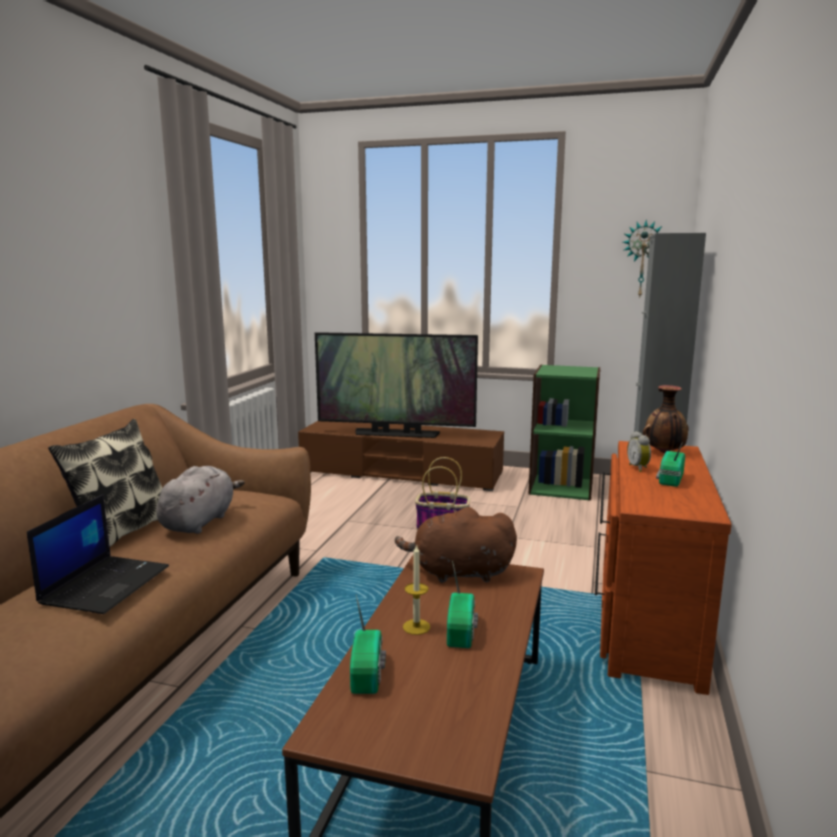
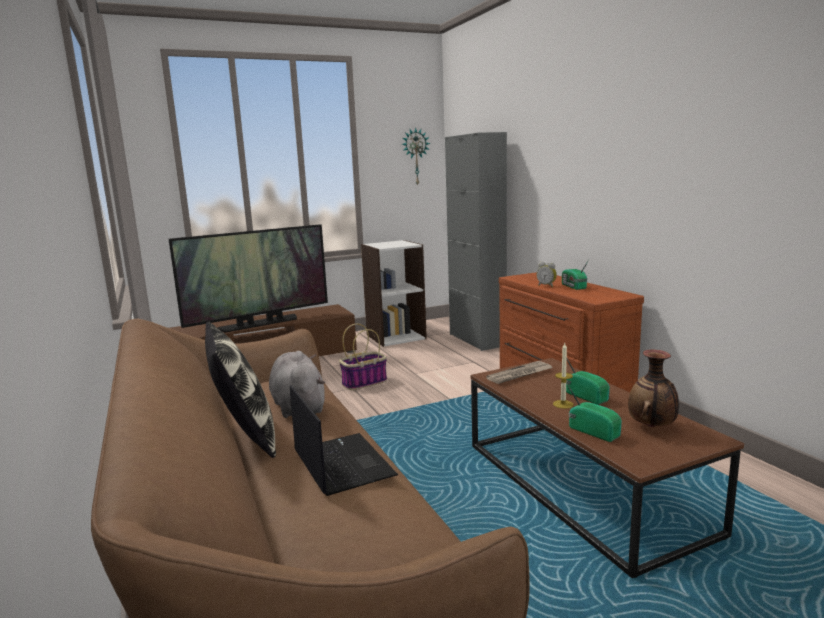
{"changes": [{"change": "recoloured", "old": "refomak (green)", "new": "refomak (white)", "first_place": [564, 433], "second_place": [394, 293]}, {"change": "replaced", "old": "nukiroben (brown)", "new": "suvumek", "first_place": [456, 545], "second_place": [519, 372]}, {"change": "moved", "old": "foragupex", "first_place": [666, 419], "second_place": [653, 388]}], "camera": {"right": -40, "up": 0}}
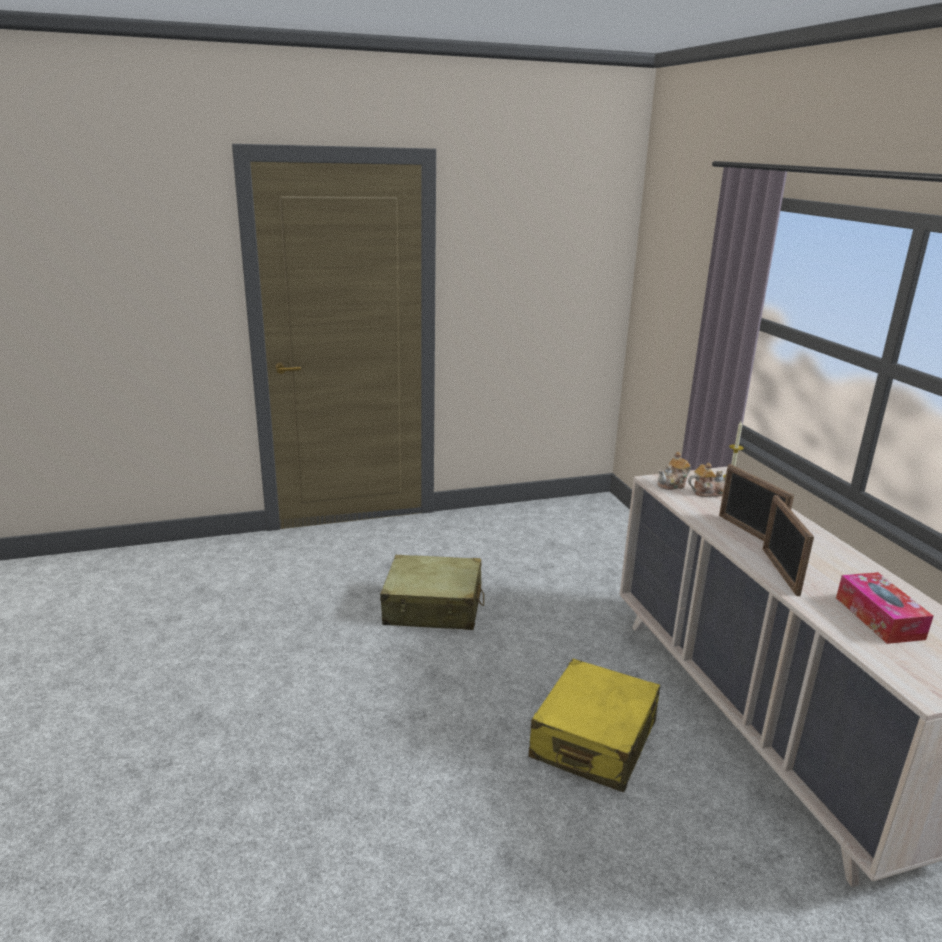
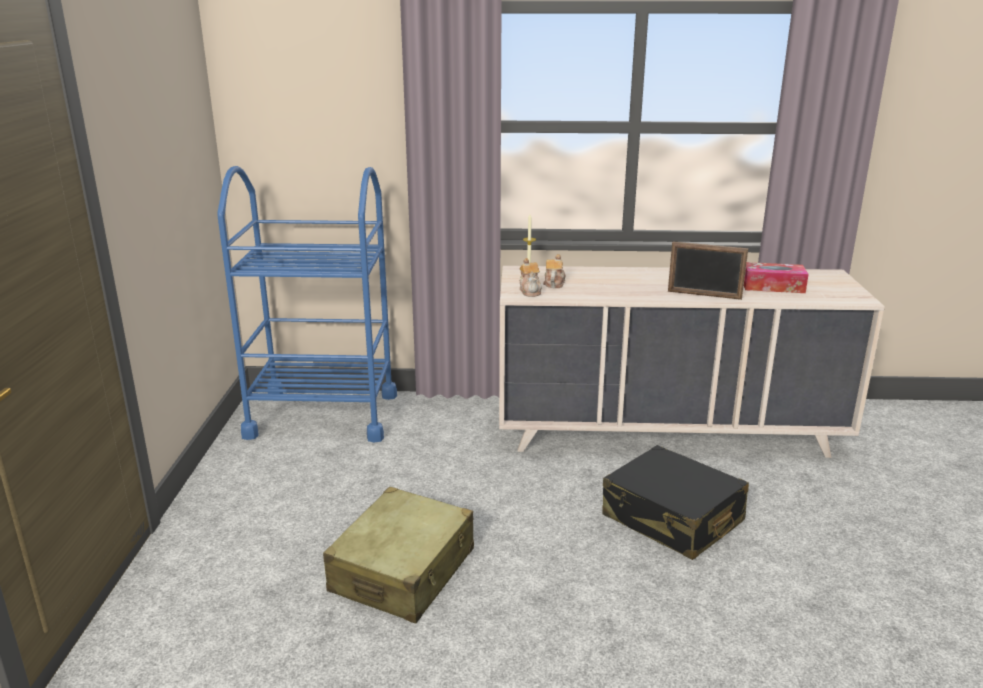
{"changes": [{"change": "added", "new": "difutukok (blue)", "second_place": [307, 304]}, {"change": "recoloured", "old": "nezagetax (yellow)", "new": "nezagetax (black)", "first_place": [594, 725], "second_place": [675, 502]}, {"change": "removed", "old": "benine", "first_place": [756, 502]}], "camera": {"right": -70, "up": 0}}
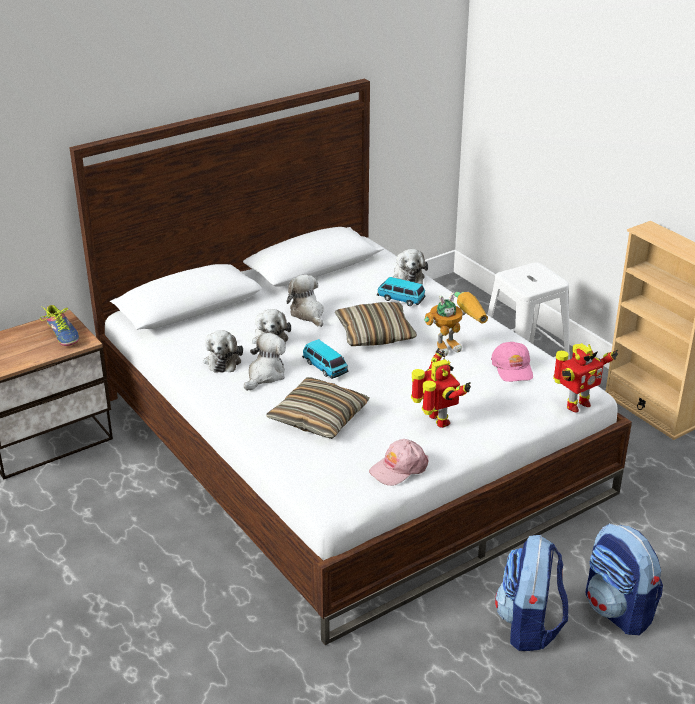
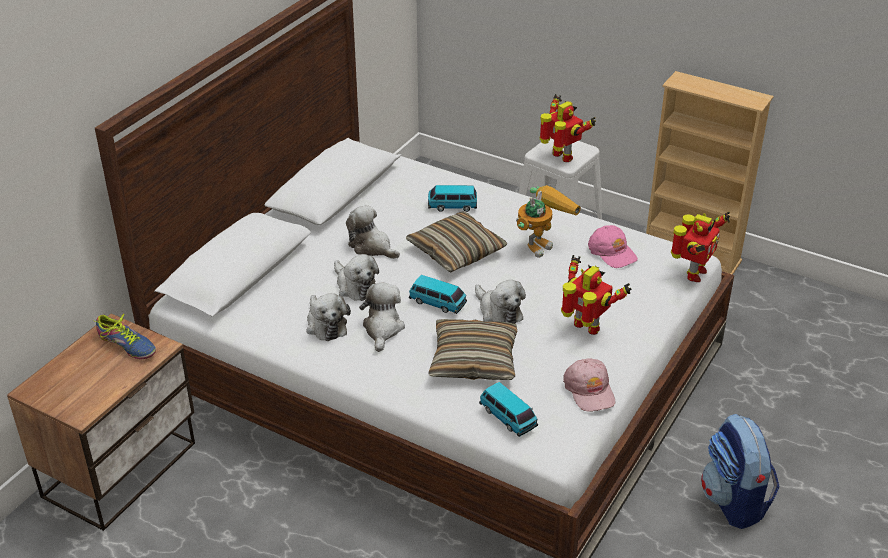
{"changes": [{"change": "moved", "old": "nukiroben", "first_place": [410, 266], "second_place": [500, 302]}, {"change": "added", "new": "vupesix", "second_place": [508, 409]}, {"change": "added", "new": "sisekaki", "second_place": [568, 128]}, {"change": "turned", "old": "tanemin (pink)", "first_place": [398, 462], "second_place": [589, 385], "degrees": -45}, {"change": "removed", "old": "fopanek", "first_place": [624, 579]}], "camera": {"right": -25, "up": 5}}
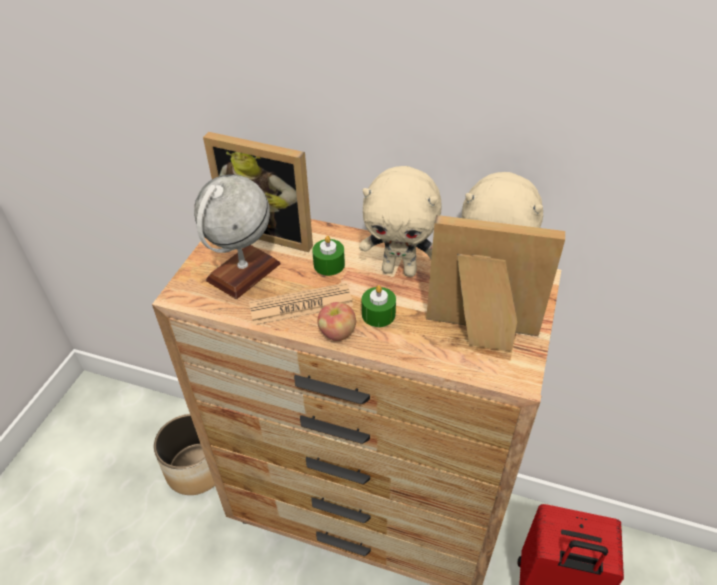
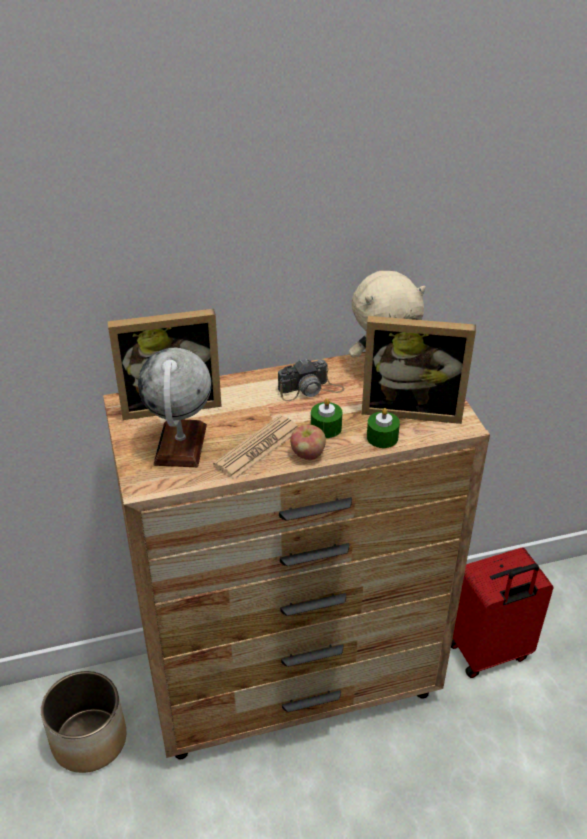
{"changes": [{"change": "replaced", "old": "nukiroben (beige)", "new": "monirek", "first_place": [400, 221], "second_place": [311, 379]}, {"change": "turned", "old": "benine", "first_place": [495, 283], "second_place": [419, 370], "degrees": -150}, {"change": "moved", "old": "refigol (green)", "first_place": [328, 256], "second_place": [383, 428]}], "camera": {"right": -35, "up": -5}}
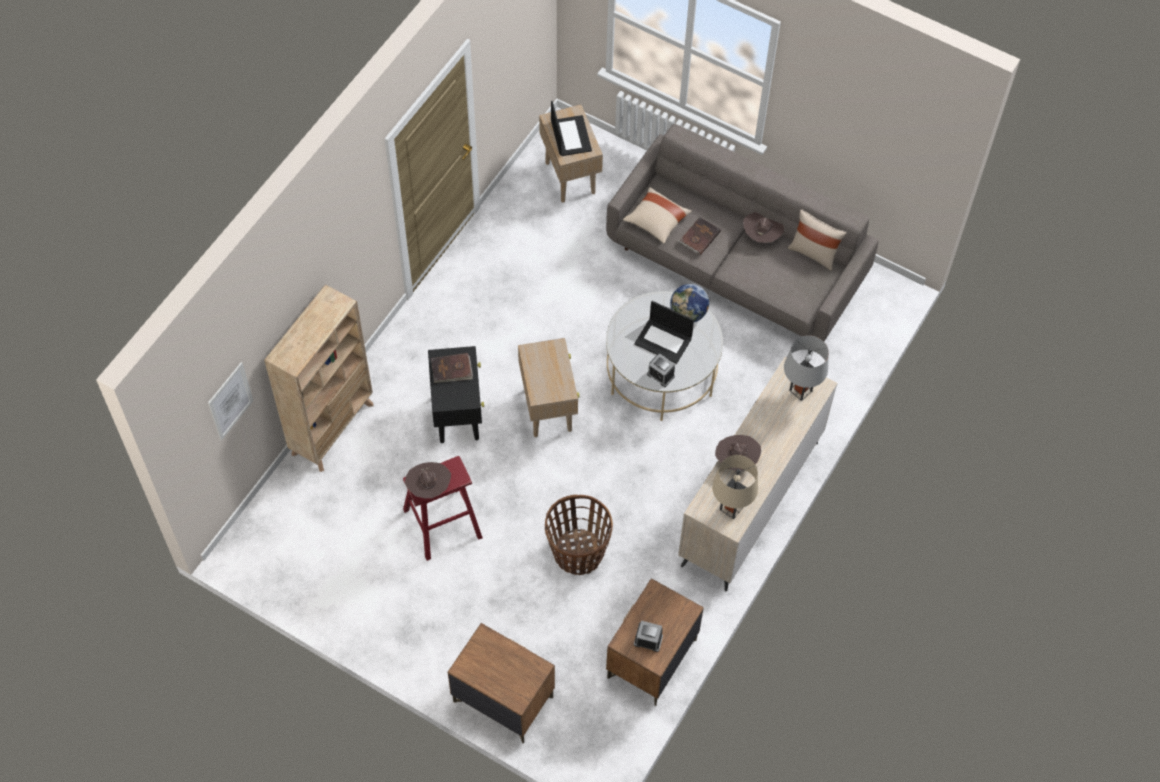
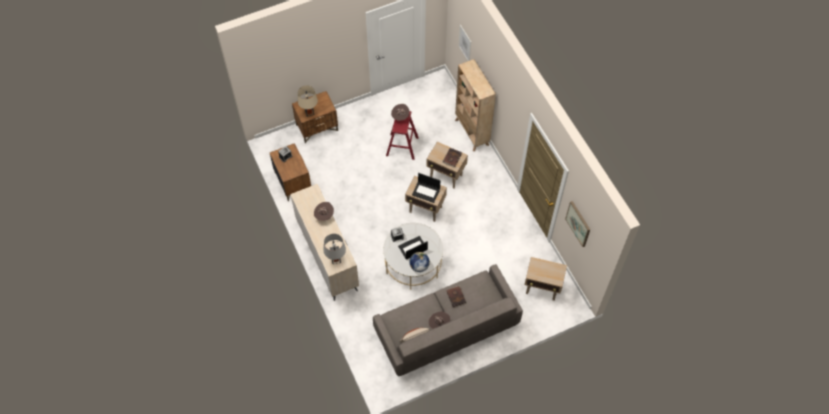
{"changes": [{"change": "moved", "old": "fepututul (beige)", "first_place": [735, 487], "second_place": [308, 101]}, {"change": "moved", "old": "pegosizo", "first_place": [571, 128], "second_place": [426, 188]}, {"change": "recoloured", "old": "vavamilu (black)", "new": "vavamilu (beige)", "first_place": [456, 394], "second_place": [447, 165]}, {"change": "added", "new": "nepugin", "second_place": [577, 224]}, {"change": "removed", "old": "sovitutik", "first_place": [579, 535]}, {"change": "removed", "old": "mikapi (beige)", "first_place": [657, 215]}], "camera": {"right": 125, "up": 0}}
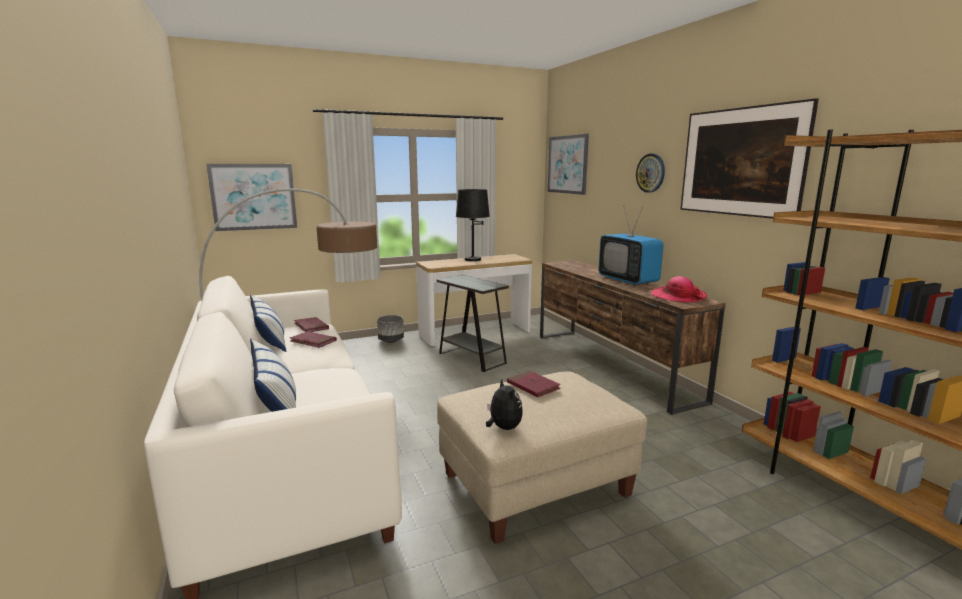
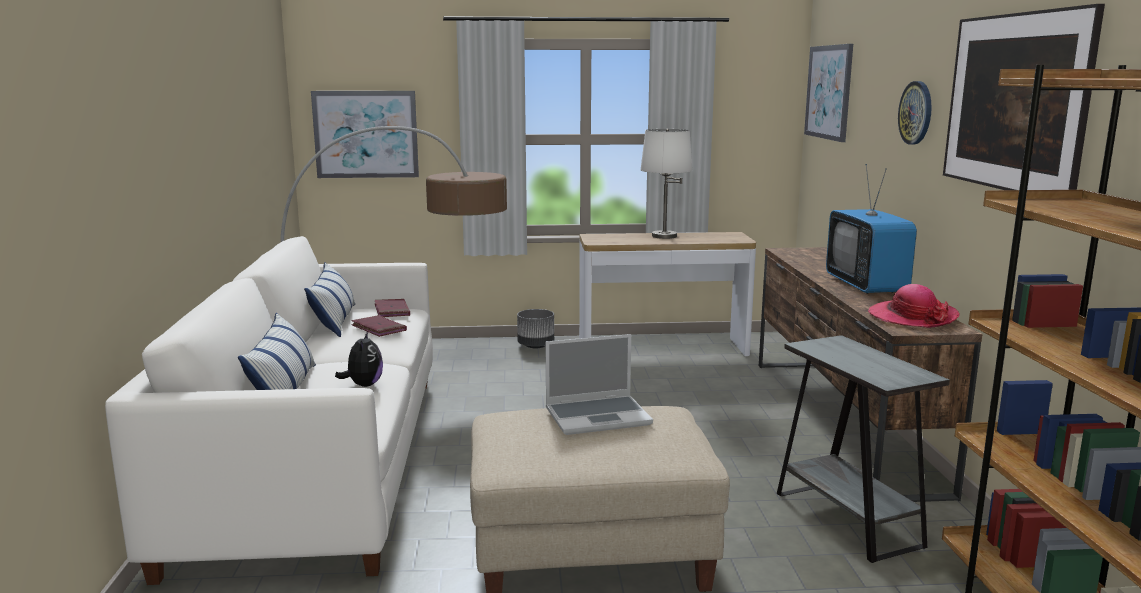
{"changes": [{"change": "moved", "old": "nukiroben", "first_place": [504, 404], "second_place": [359, 359]}, {"change": "replaced", "old": "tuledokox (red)", "new": "pegosizo", "first_place": [534, 384], "second_place": [599, 384]}, {"change": "recoloured", "old": "fepututul (black)", "new": "fepututul (white)", "first_place": [473, 225], "second_place": [666, 184]}, {"change": "moved", "old": "vavamilu (grey)", "first_place": [473, 323], "second_place": [863, 449]}], "camera": {"right": 20, "up": 0}}
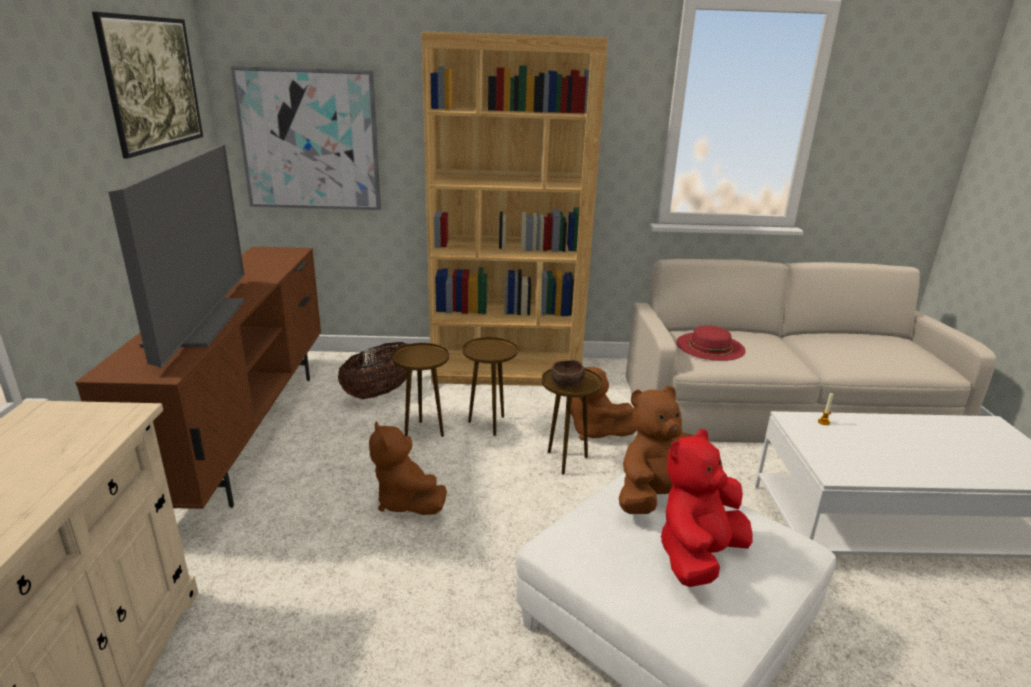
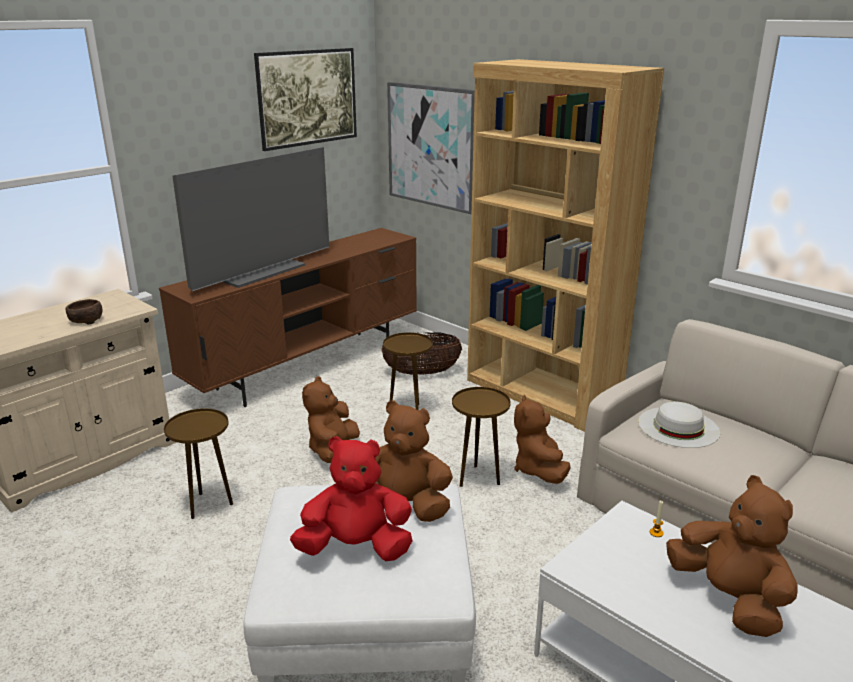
{"changes": [{"change": "moved", "old": "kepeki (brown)", "first_place": [568, 374], "second_place": [83, 311]}, {"change": "moved", "old": "vavamilu (brown)", "first_place": [490, 386], "second_place": [198, 463]}, {"change": "recoloured", "old": "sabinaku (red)", "new": "sabinaku (white)", "first_place": [711, 343], "second_place": [679, 425]}, {"change": "added", "new": "nukiroben (brown)", "second_place": [731, 556]}], "camera": {"right": 45, "up": 0}}
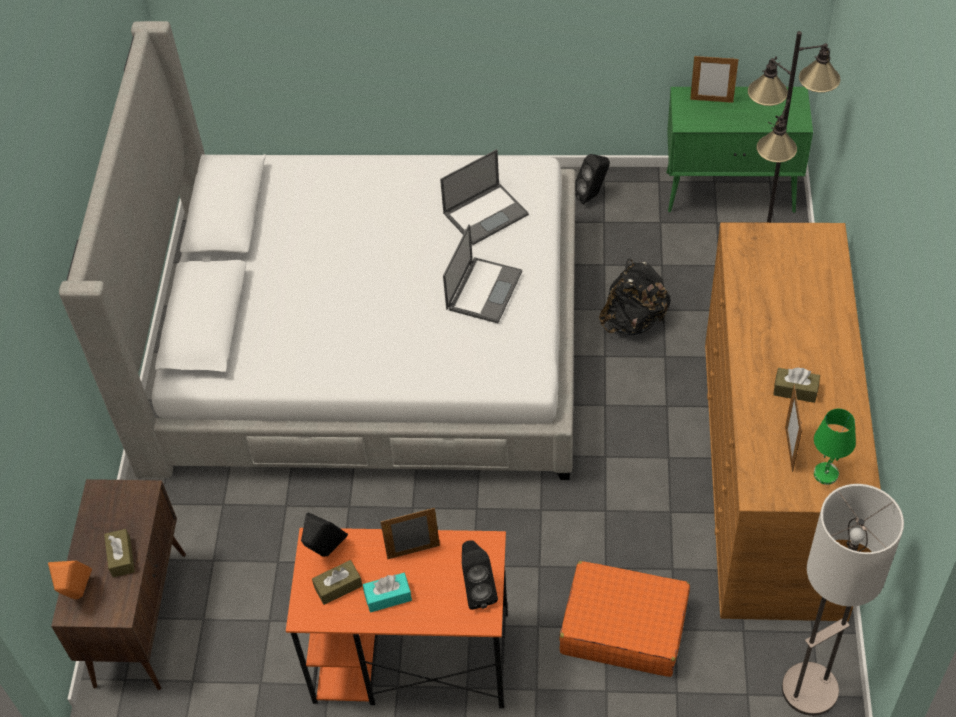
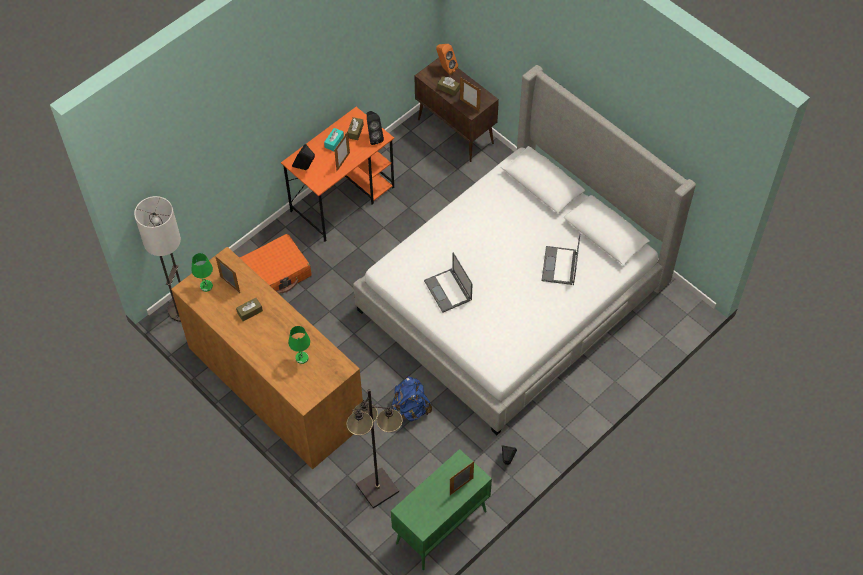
{"changes": [{"change": "added", "new": "fepututul (green)", "second_place": [299, 345]}, {"change": "recoloured", "old": "fopanek (black)", "new": "fopanek (blue)", "first_place": [635, 297], "second_place": [412, 398]}, {"change": "added", "new": "benine", "second_place": [470, 94]}, {"change": "moved", "old": "pegosizo", "first_place": [484, 197], "second_place": [560, 259]}], "camera": {"right": 130, "up": 5}}
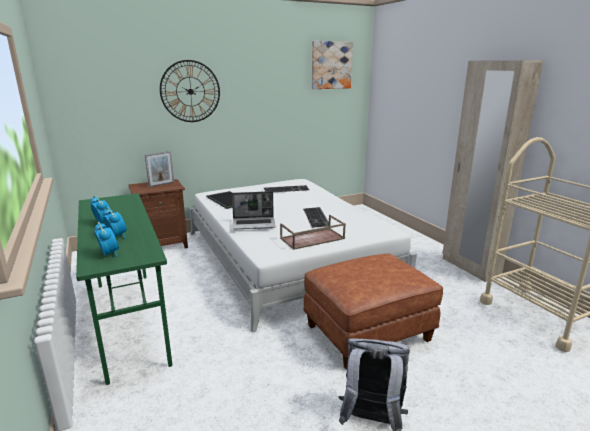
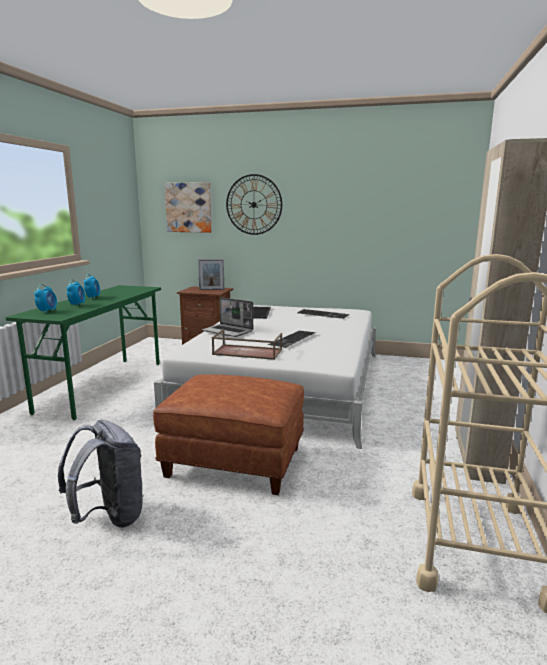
{"changes": [{"change": "moved", "old": "nepugin", "first_place": [332, 65], "second_place": [188, 207]}], "camera": {"right": 40, "up": -5}}
